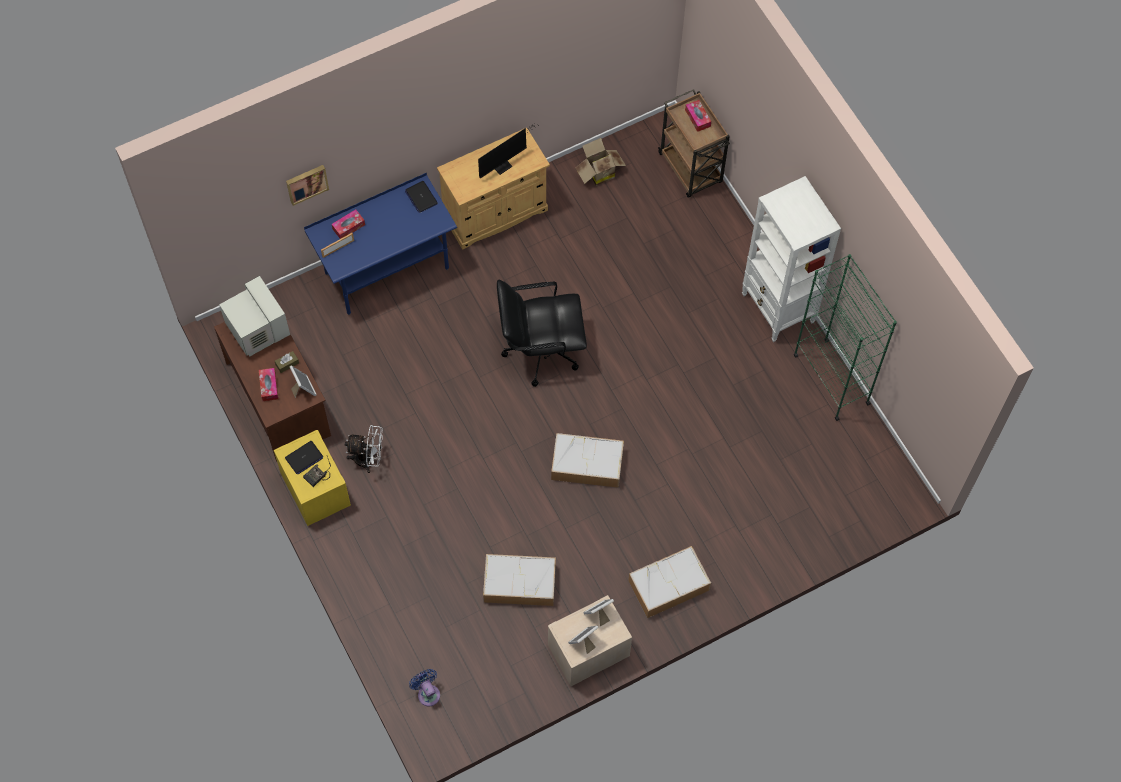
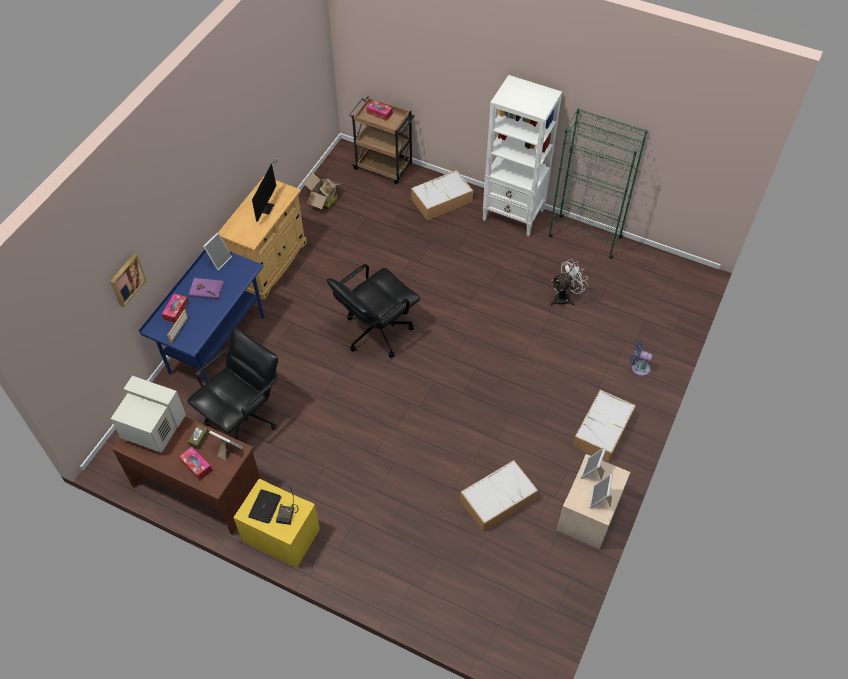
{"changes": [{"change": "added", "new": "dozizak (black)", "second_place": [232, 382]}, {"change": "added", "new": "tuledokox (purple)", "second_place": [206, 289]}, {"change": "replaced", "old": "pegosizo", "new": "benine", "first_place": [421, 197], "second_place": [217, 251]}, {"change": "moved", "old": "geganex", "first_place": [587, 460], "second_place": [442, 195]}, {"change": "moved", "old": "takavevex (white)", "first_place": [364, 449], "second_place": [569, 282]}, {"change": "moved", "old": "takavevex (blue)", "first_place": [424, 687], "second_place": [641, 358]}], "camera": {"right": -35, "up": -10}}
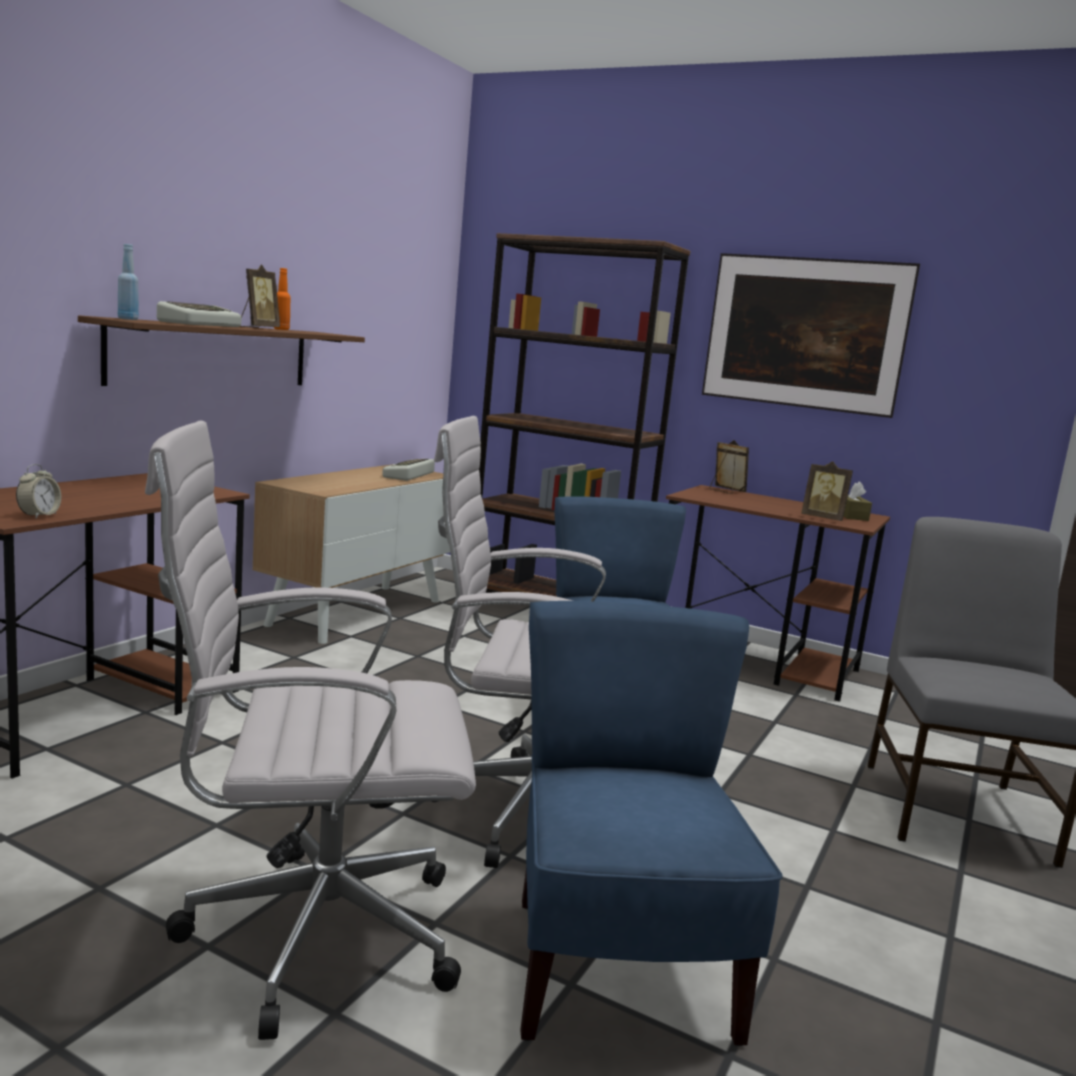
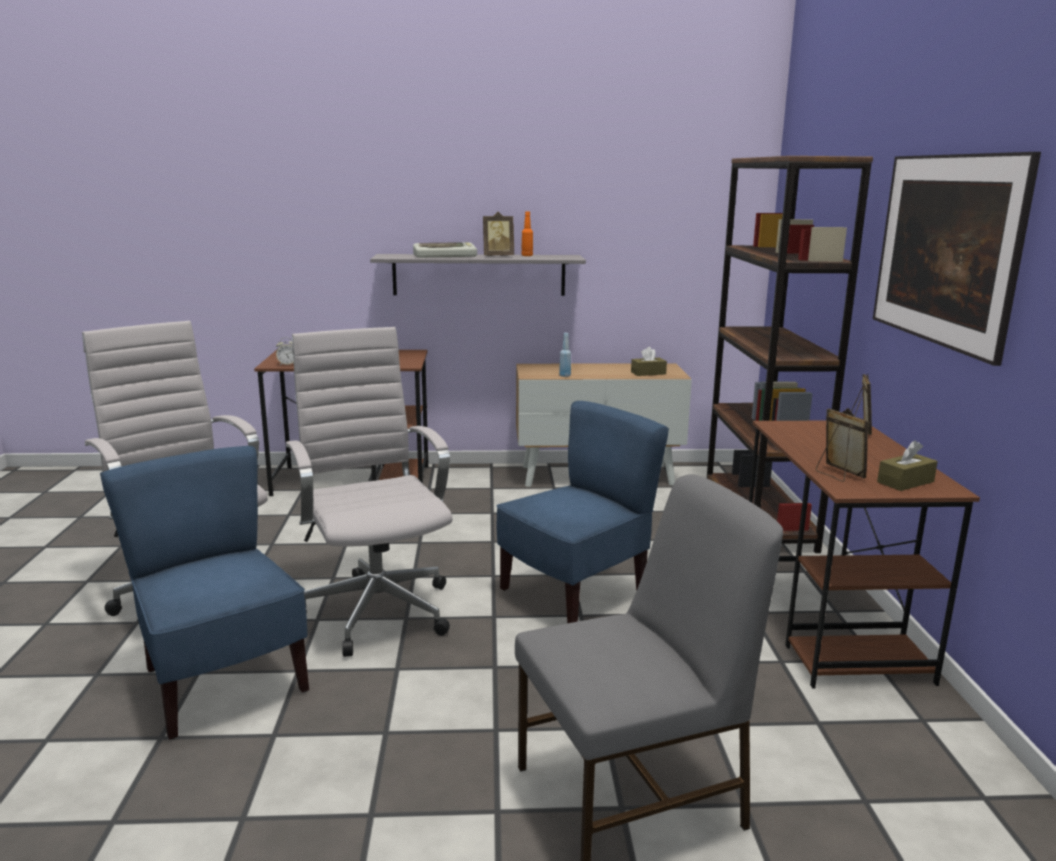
{"changes": [{"change": "turned", "old": "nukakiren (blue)", "first_place": [651, 823], "second_place": [204, 593], "degrees": -90}, {"change": "recoloured", "old": "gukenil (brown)", "new": "gukenil (grey)", "first_place": [221, 351], "second_place": [478, 275]}, {"change": "moved", "old": "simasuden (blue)", "first_place": [128, 282], "second_place": [565, 355]}, {"change": "replaced", "old": "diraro", "new": "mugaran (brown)", "first_place": [408, 470], "second_place": [649, 361]}, {"change": "turned", "old": "benine", "first_place": [827, 491], "second_place": [842, 445], "degrees": 150}], "camera": {"right": 60, "up": 5}}
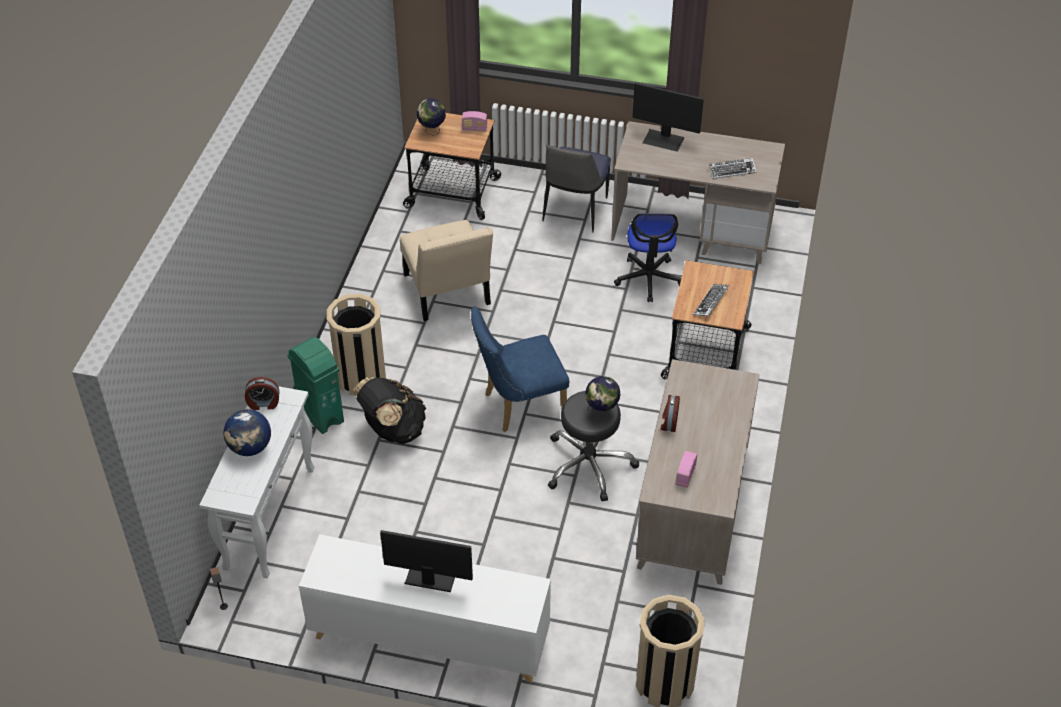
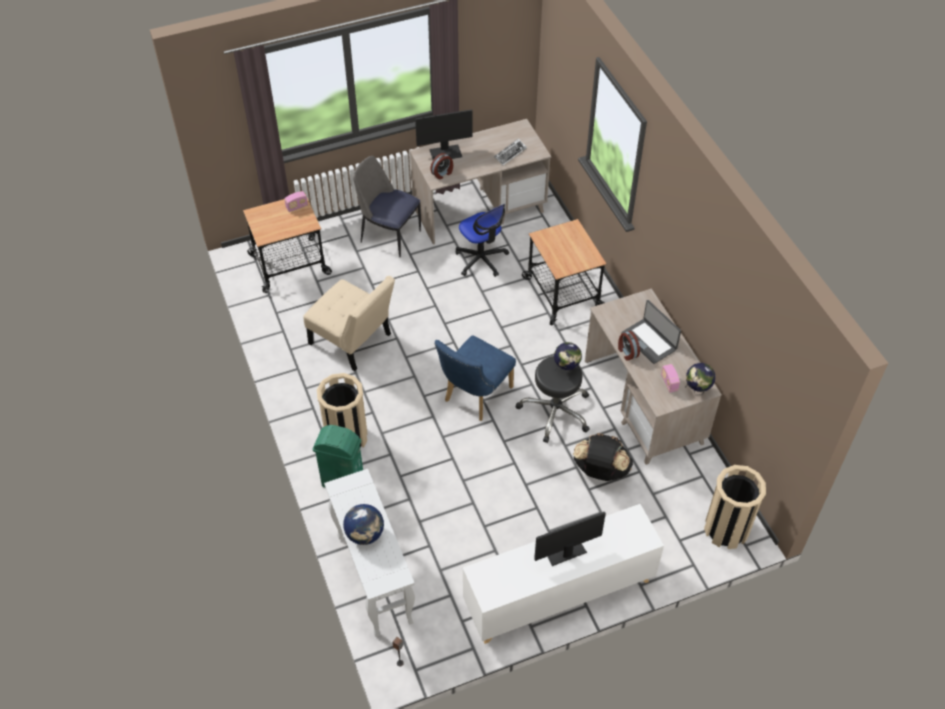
{"changes": [{"change": "turned", "old": "nukakiren", "first_place": [576, 188], "second_place": [387, 206], "degrees": 135}, {"change": "moved", "old": "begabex", "first_place": [262, 393], "second_place": [441, 166]}, {"change": "moved", "old": "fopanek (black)", "first_place": [389, 410], "second_place": [603, 457]}, {"change": "added", "new": "pegosizo", "second_place": [651, 332]}, {"change": "moved", "old": "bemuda", "first_place": [431, 117], "second_place": [700, 379]}, {"change": "removed", "old": "diraro", "first_place": [711, 300]}], "camera": {"right": -35, "up": 5}}
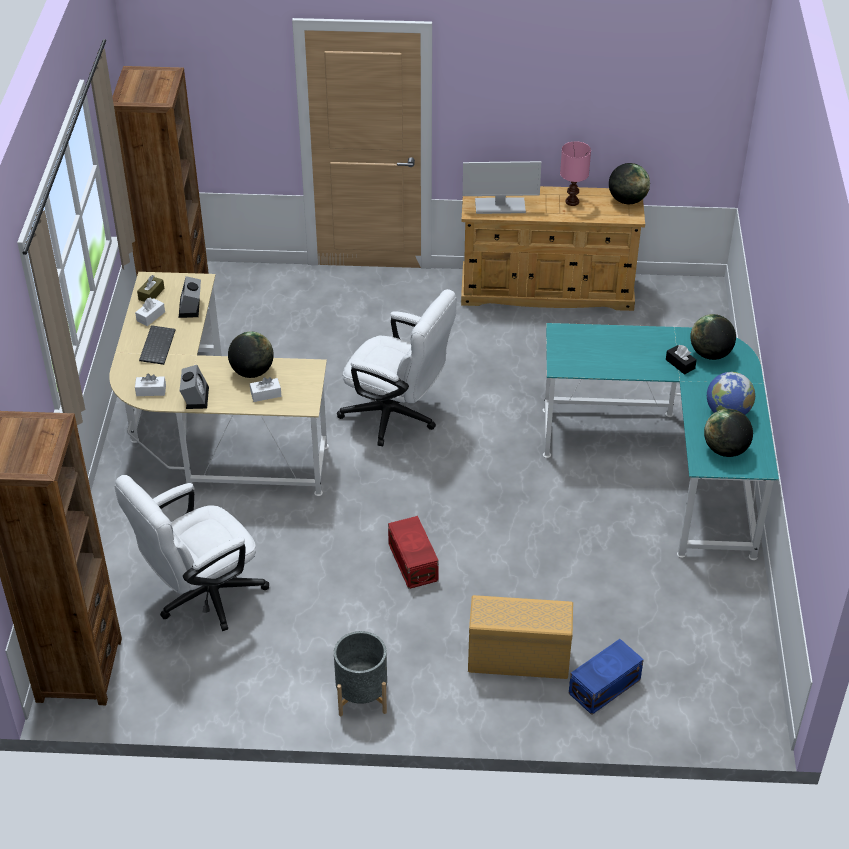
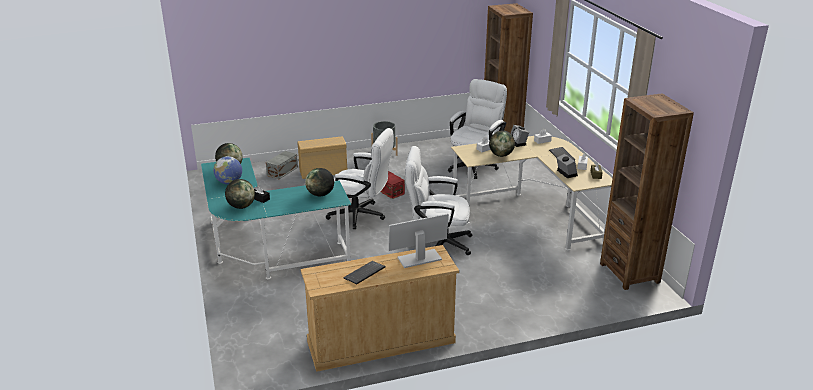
{"changes": [{"change": "recoloured", "old": "geganex (blue)", "new": "geganex (grey)", "first_place": [606, 677], "second_place": [282, 165]}, {"change": "moved", "old": "bemuda", "first_place": [629, 183], "second_place": [319, 182]}, {"change": "added", "new": "dozizak (white)", "second_place": [360, 178]}, {"change": "replaced", "old": "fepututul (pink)", "new": "diraro", "first_place": [575, 173], "second_place": [364, 272]}], "camera": {"right": 160, "up": -15}}
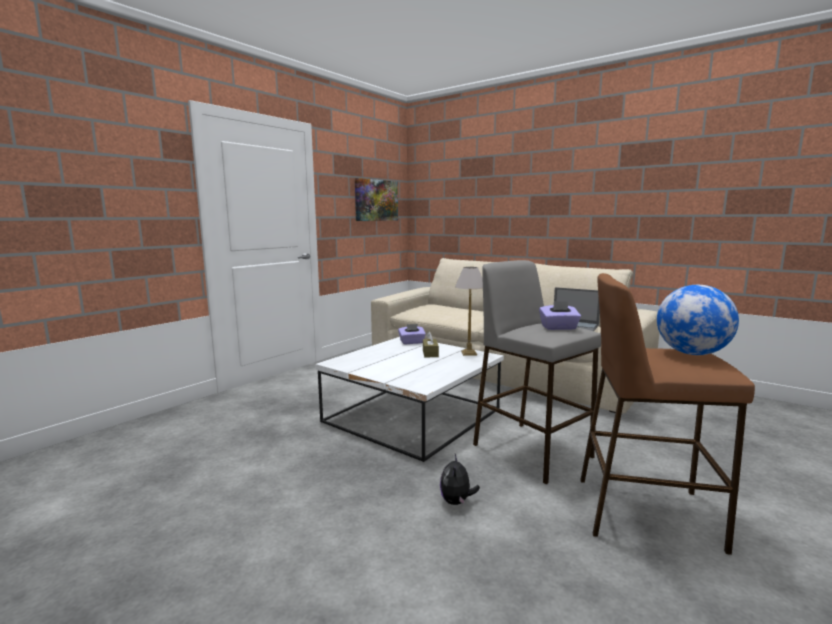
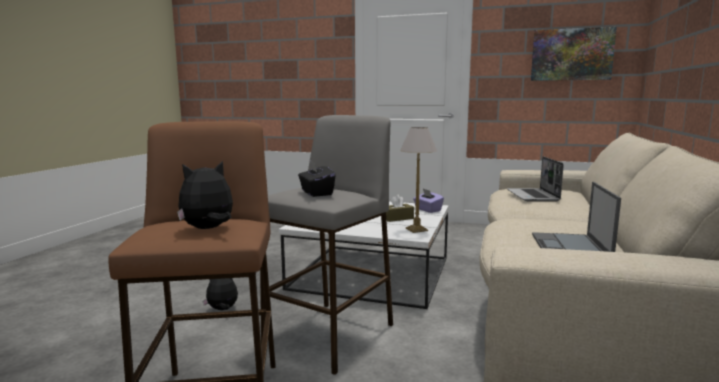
{"changes": [{"change": "replaced", "old": "bemuda", "new": "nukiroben", "first_place": [698, 320], "second_place": [205, 195]}, {"change": "recoloured", "old": "mugaran (purple)", "new": "mugaran (black)", "first_place": [560, 315], "second_place": [317, 178]}, {"change": "added", "new": "pegosizo", "second_place": [535, 179]}], "camera": {"right": 70, "up": 0}}
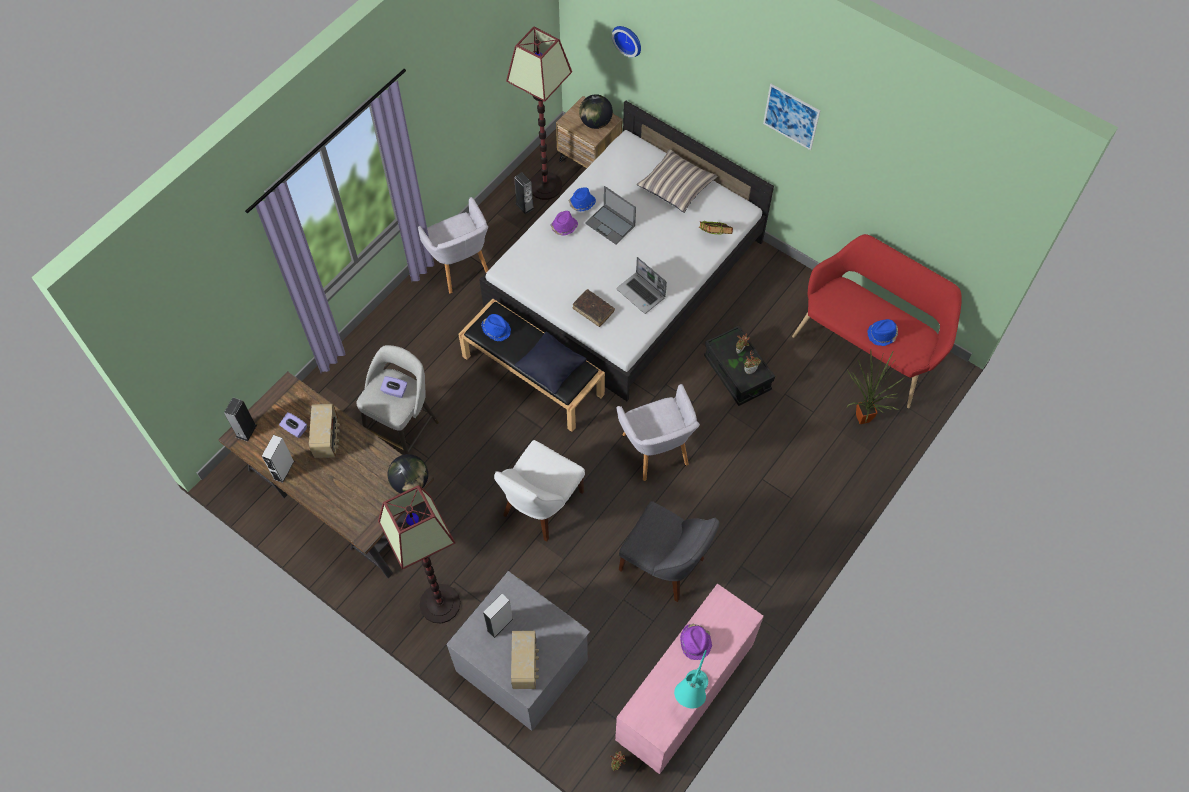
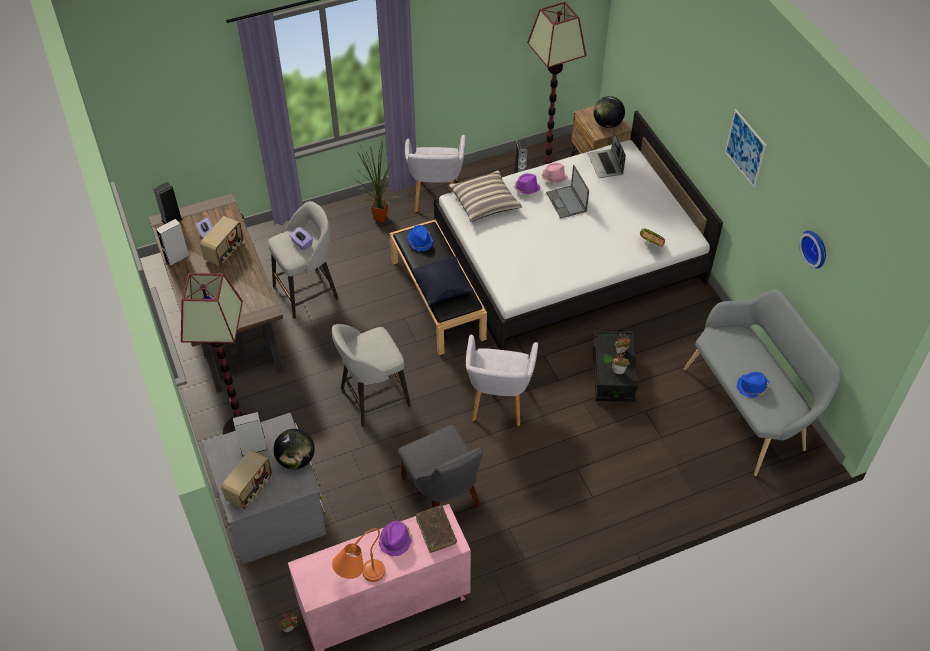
{"changes": [{"change": "moved", "old": "bemuda", "first_place": [408, 473], "second_place": [294, 449]}, {"change": "replaced", "old": "nukakiren (white)", "new": "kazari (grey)", "first_place": [539, 490], "second_place": [371, 375]}, {"change": "recoloured", "old": "fepututul (turquoise)", "new": "fepututul (orange)", "first_place": [691, 679], "second_place": [358, 555]}, {"change": "moved", "old": "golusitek", "first_place": [875, 387], "second_place": [376, 181]}, {"change": "moved", "old": "tuledokox (brown)", "first_place": [594, 308], "second_place": [436, 529]}, {"change": "moved", "old": "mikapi", "first_place": [677, 181], "second_place": [485, 196]}, {"change": "recoloured", "old": "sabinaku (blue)", "new": "sabinaku (pink)", "first_place": [582, 199], "second_place": [555, 172]}, {"change": "moved", "old": "pegosizo", "first_place": [641, 285], "second_place": [607, 155]}, {"change": "recoloured", "old": "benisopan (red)", "new": "benisopan (grey)", "first_place": [877, 321], "second_place": [763, 382]}, {"change": "moved", "old": "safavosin", "first_place": [626, 41], "second_place": [812, 249]}], "camera": {"right": 30, "up": -10}}
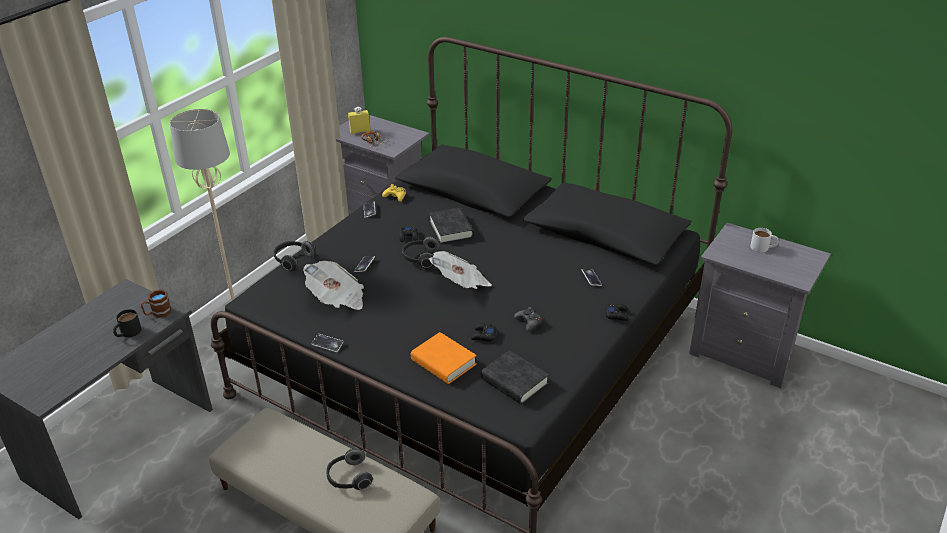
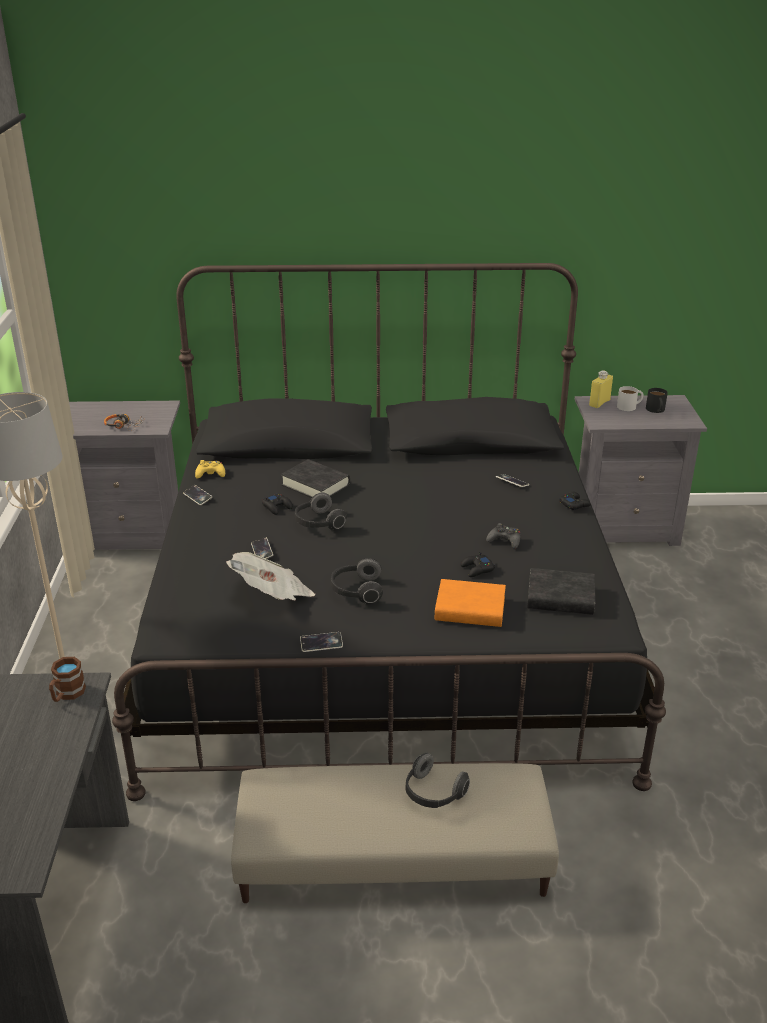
{"changes": [{"change": "moved", "old": "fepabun", "first_place": [294, 256], "second_place": [357, 581]}, {"change": "moved", "old": "simasuden (yellow)", "first_place": [359, 120], "second_place": [601, 389]}, {"change": "moved", "old": "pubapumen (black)", "first_place": [127, 323], "second_place": [657, 400]}, {"change": "removed", "old": "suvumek", "first_place": [460, 270]}], "camera": {"right": -35, "up": -5}}
